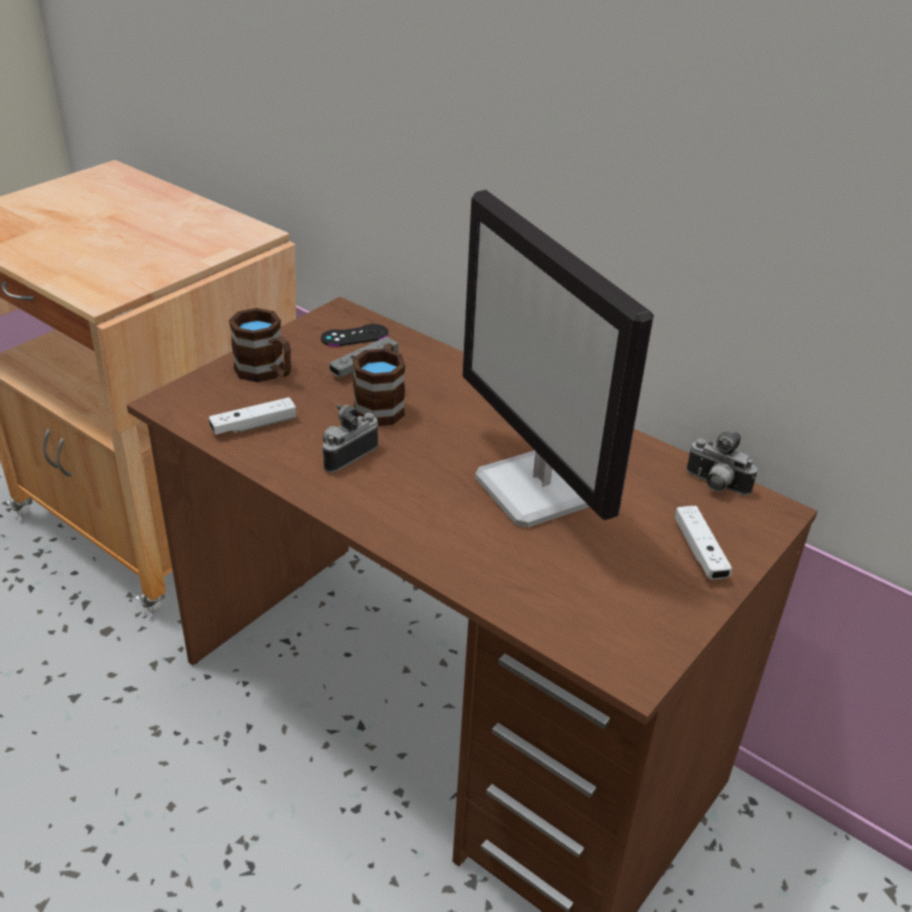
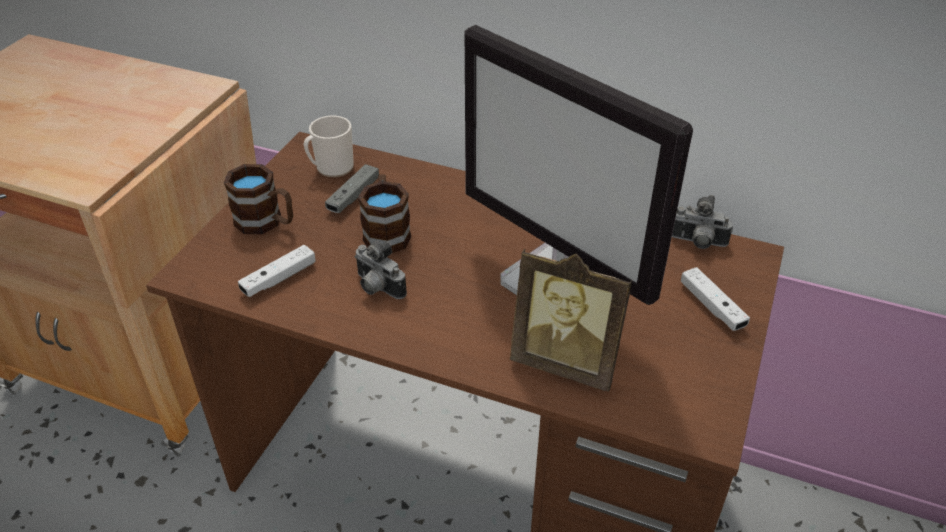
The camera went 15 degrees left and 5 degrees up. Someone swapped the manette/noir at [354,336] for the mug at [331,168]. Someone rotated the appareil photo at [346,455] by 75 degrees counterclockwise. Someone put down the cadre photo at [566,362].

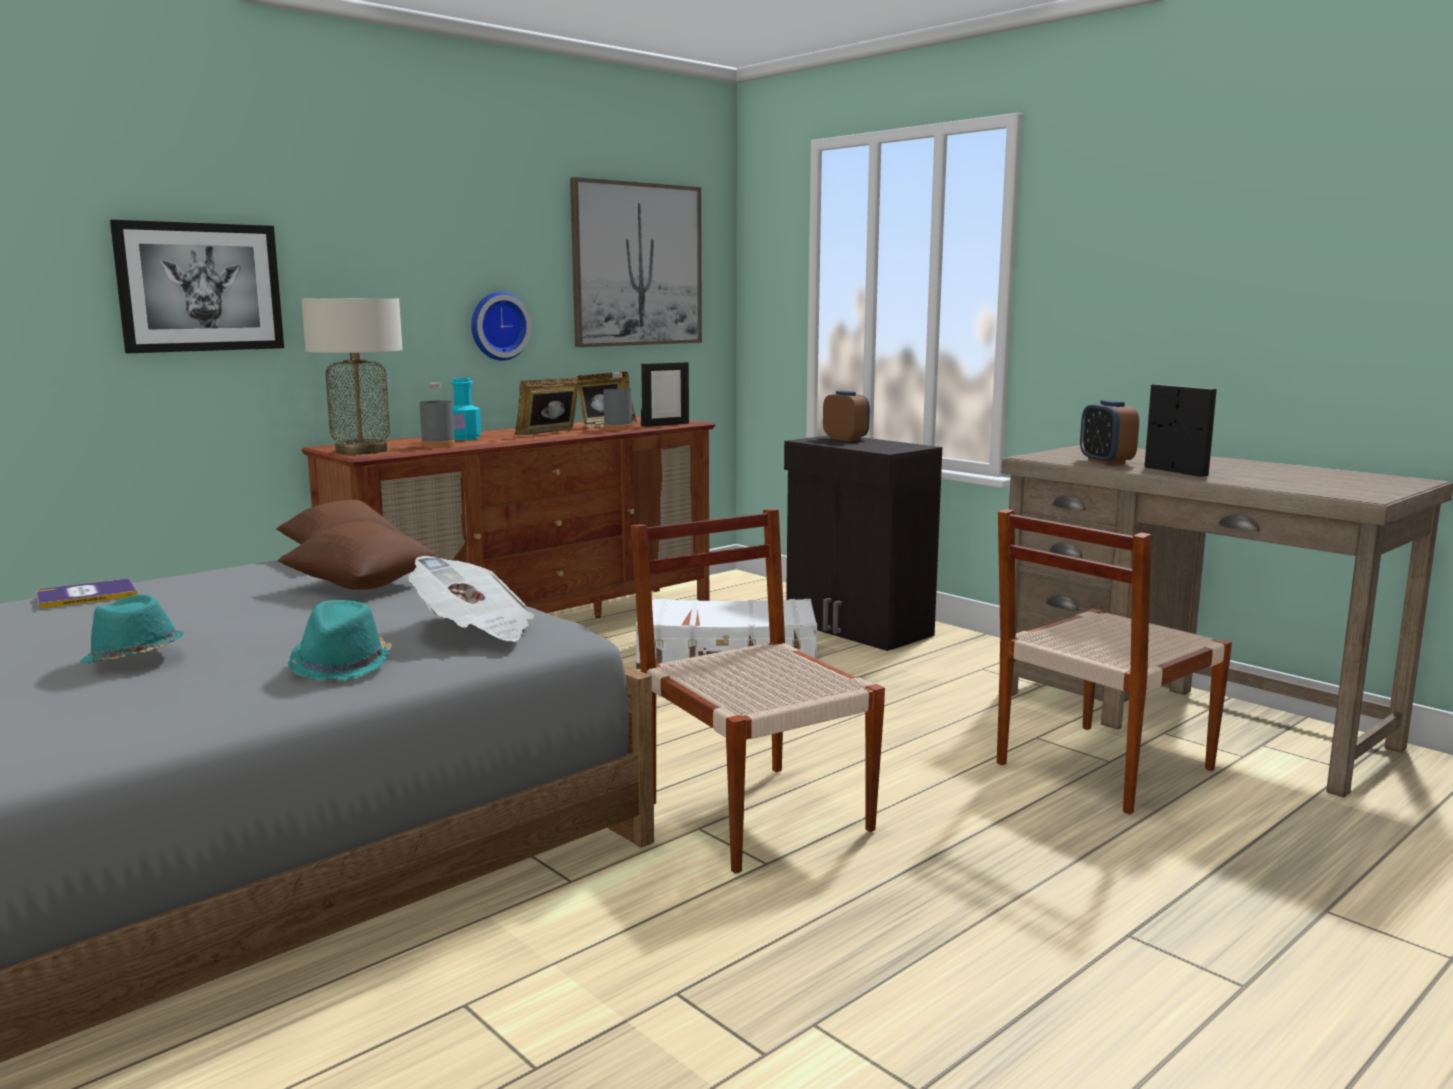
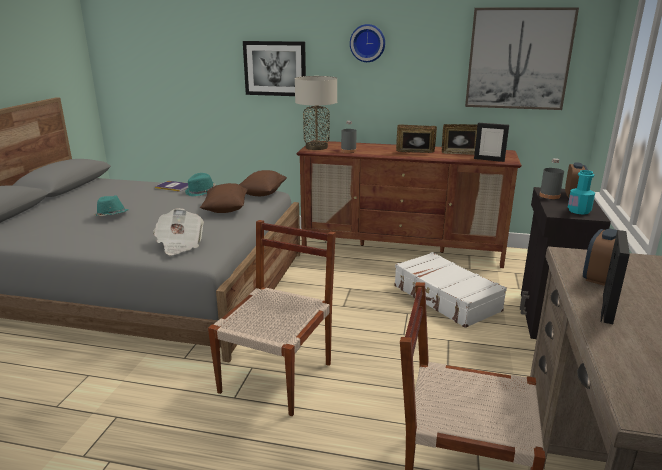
The camera went 55 degrees right and 10 degrees up. Someone carried the chapeau/turquoise from [342,664] to [201,192]. Someone carried the horloge murale from [498,326] to [367,43]. Someone carried the bouteille/gris from [618,428] to [549,195]. Someone carried the bouteille/turquoise from [464,438] to [579,211].

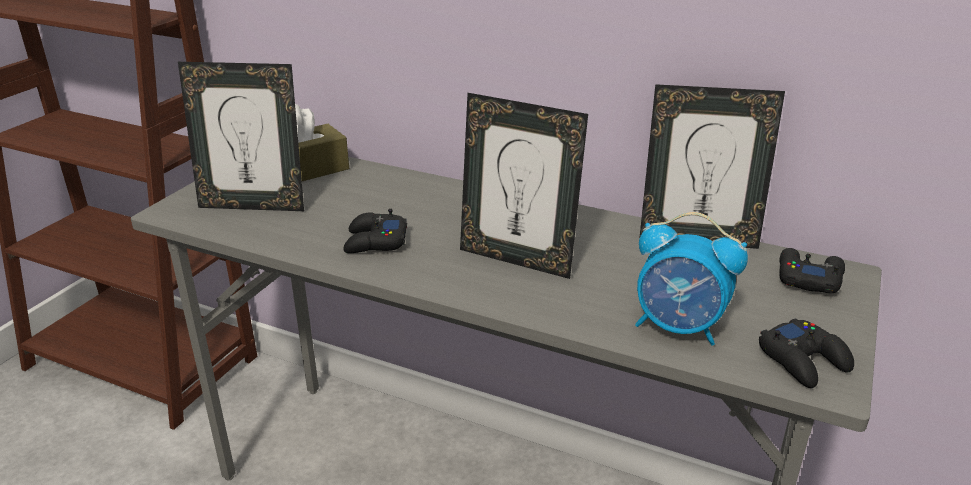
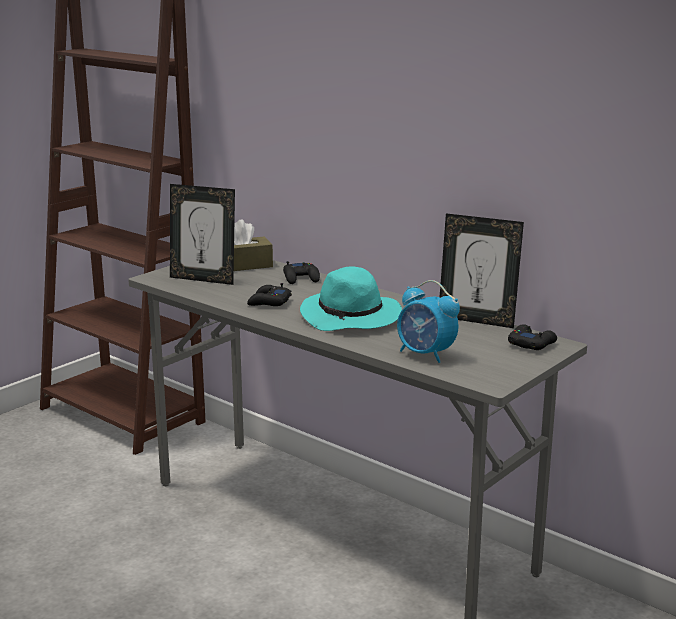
The camera went 15 degrees right and 10 degrees down. Someone carried the manette/noir from [804,360] to [301,278]. Someone swapped the cadre photo at [517,259] for the chapeau/turquoise at [351,318].

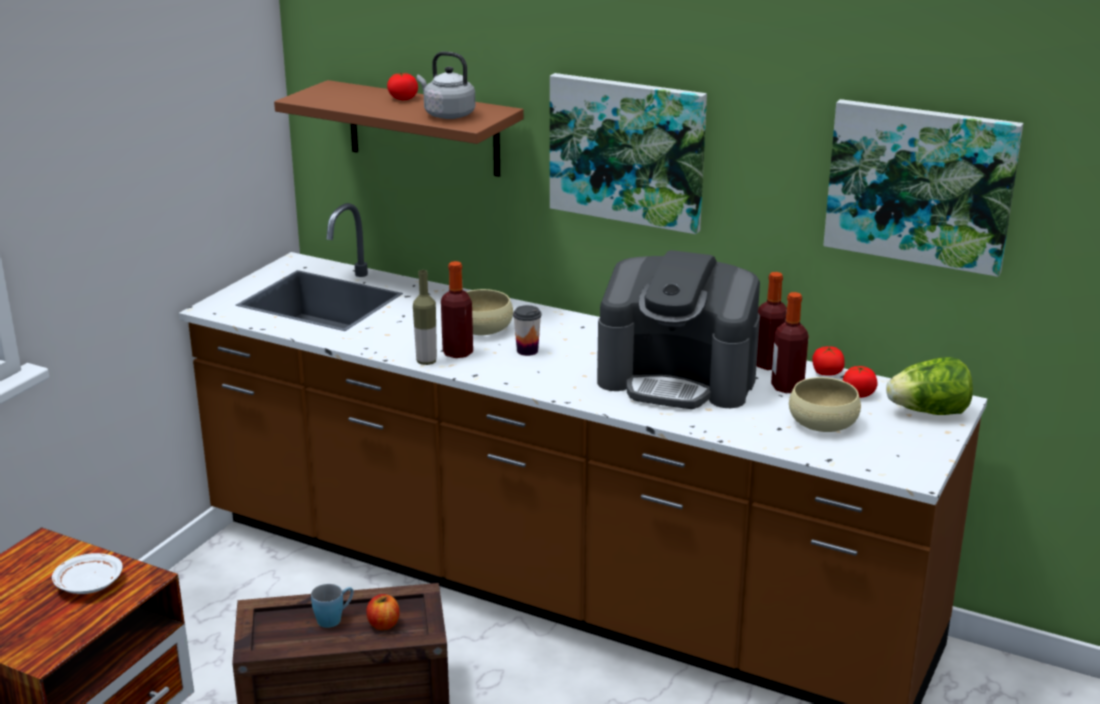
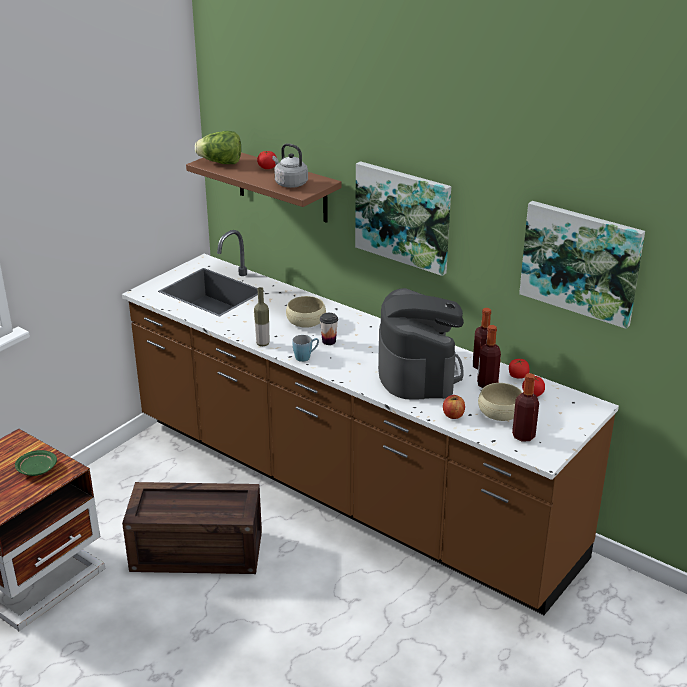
The camera went 10 degrees right and 5 degrees up. Someone repainted the assiette/blanc at [88,584], which became the assiette/vert at [36,469]. Someone carried the laitue from [928,412] to [221,163]. Someone carried the mug/bleu from [334,618] to [306,357]. Someone rotated the machine à café at [678,379] by 120 degrees counterclockwise. Someone carried the pomme from [383,624] to [453,415]. Someone carried the bouteille from [457,352] to [523,436].

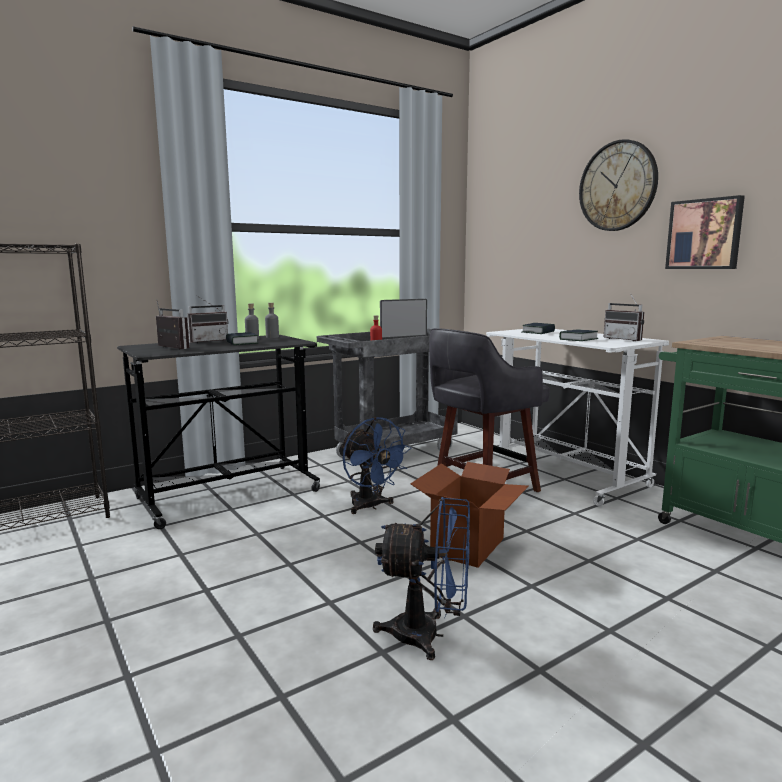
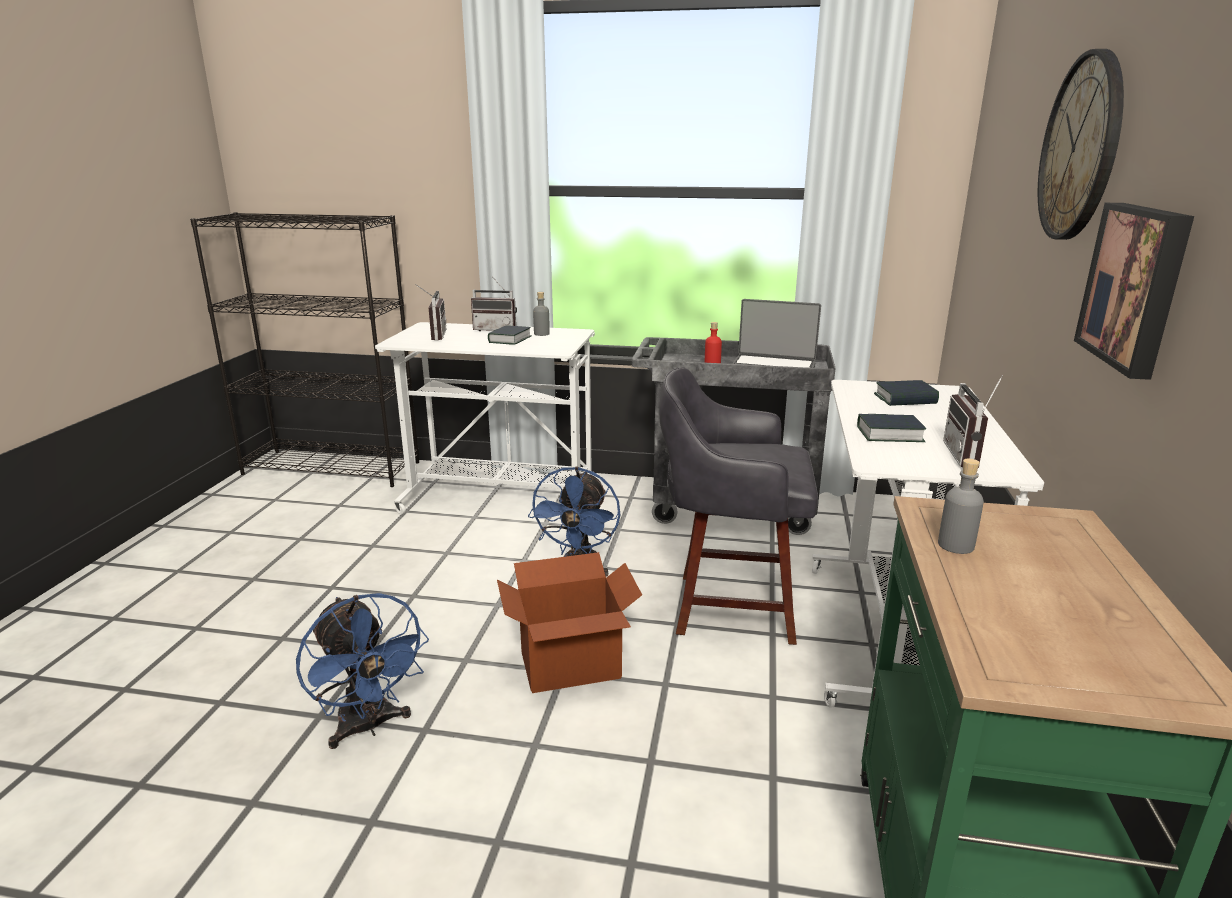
The camera went 45 degrees right and 10 degrees up. Someone repainted the bureau/noir at [228,494], which became the bureau/blanc at [499,499]. Someone carried the bouteille/gris from [272,337] to [955,545].

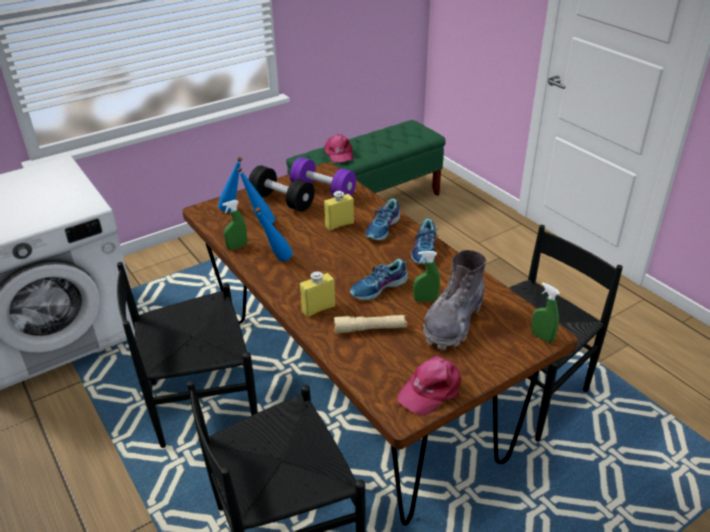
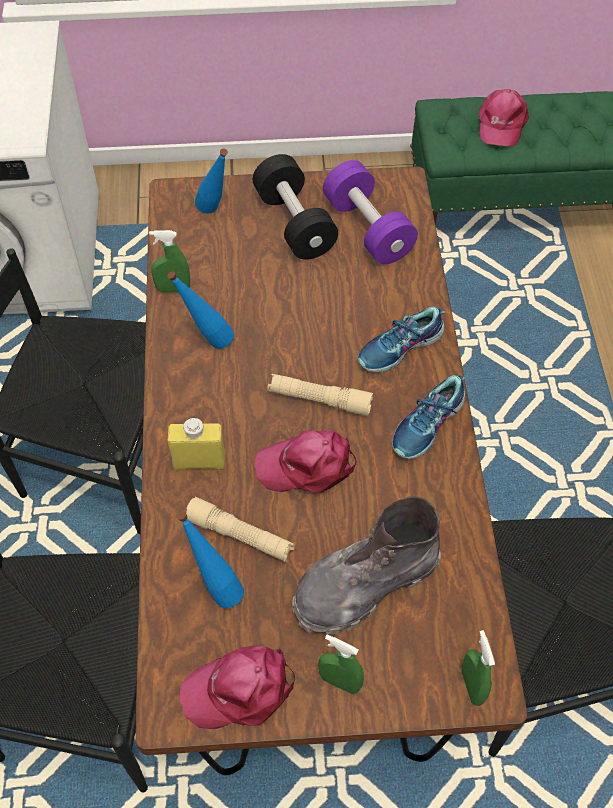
The camera went 30 degrees right and 20 degrees up. Someone carried the bouteille/bleu from [259,224] to [215,587]. Someone swapped the chaussure at [379,288] for the casquette/rose at [307,465]. Someone put down the lampe de poche/beige at [319,399]. Someone carried the vaporisateur/vert from [425,300] to [340,682]. Someone took away the bouteille/jaune at [339,224].

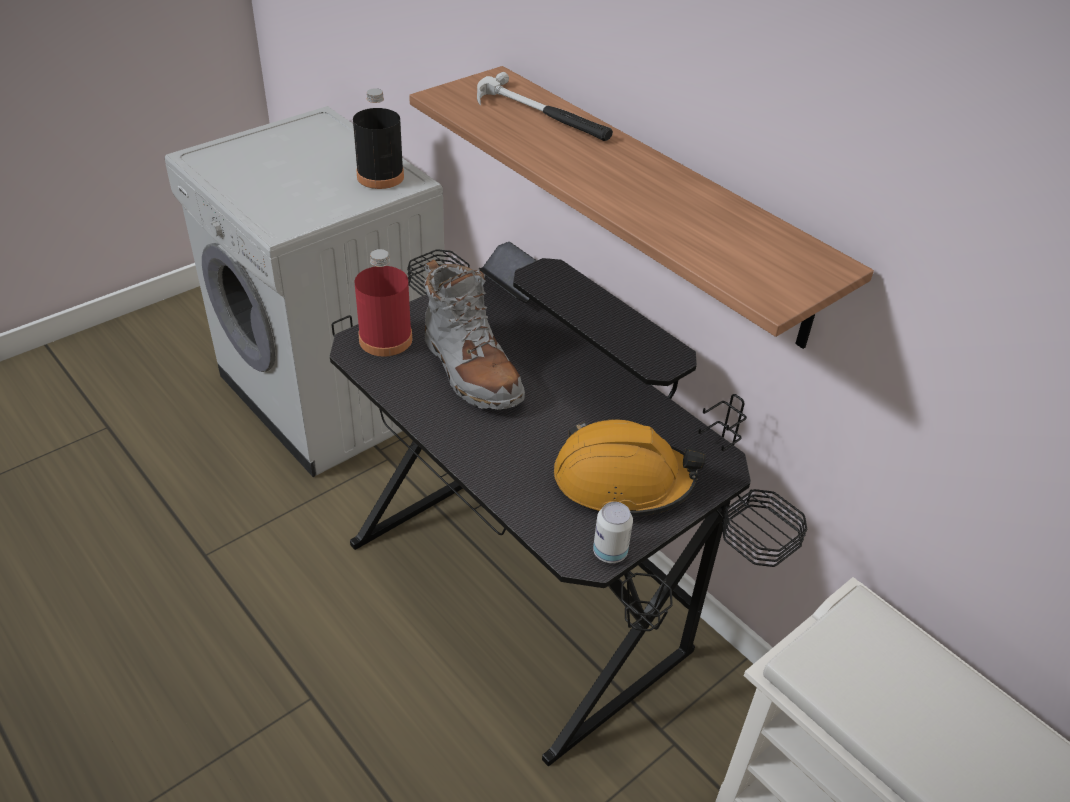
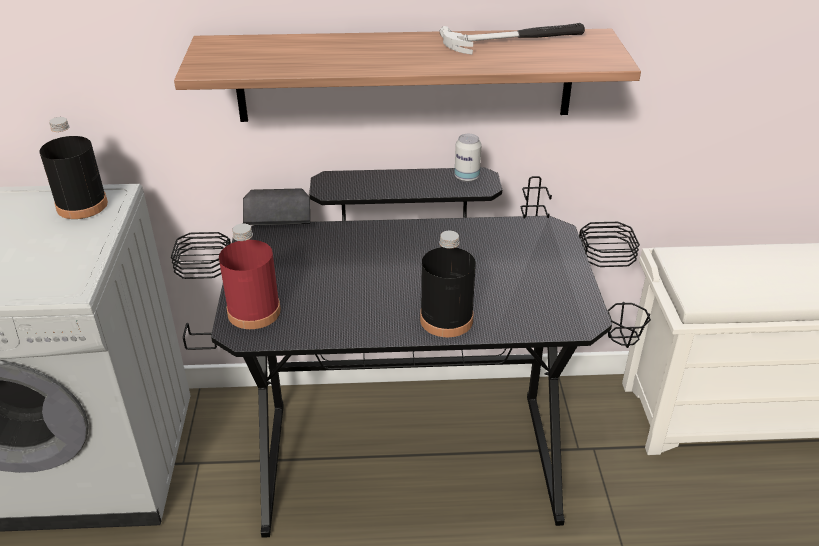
The camera went 50 degrees left and 5 degrees down. Someone put down the bouteille/noir at [446,319]. Someone carried the marteau from [542,115] to [514,40]. Someone carried the boîte métallique from [610,552] to [466,177]. Someone took away the botte/gris at [470,370]. Someone took away the casque de chantier/orange at [622,481].

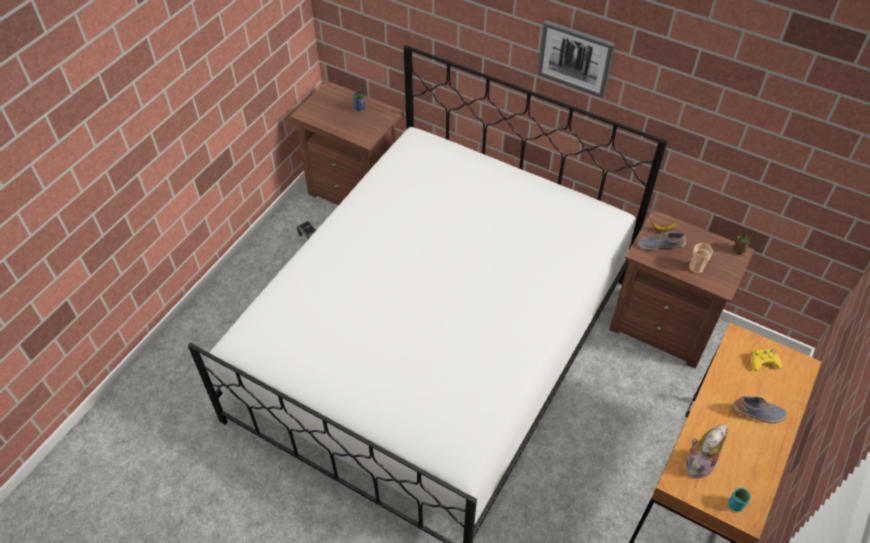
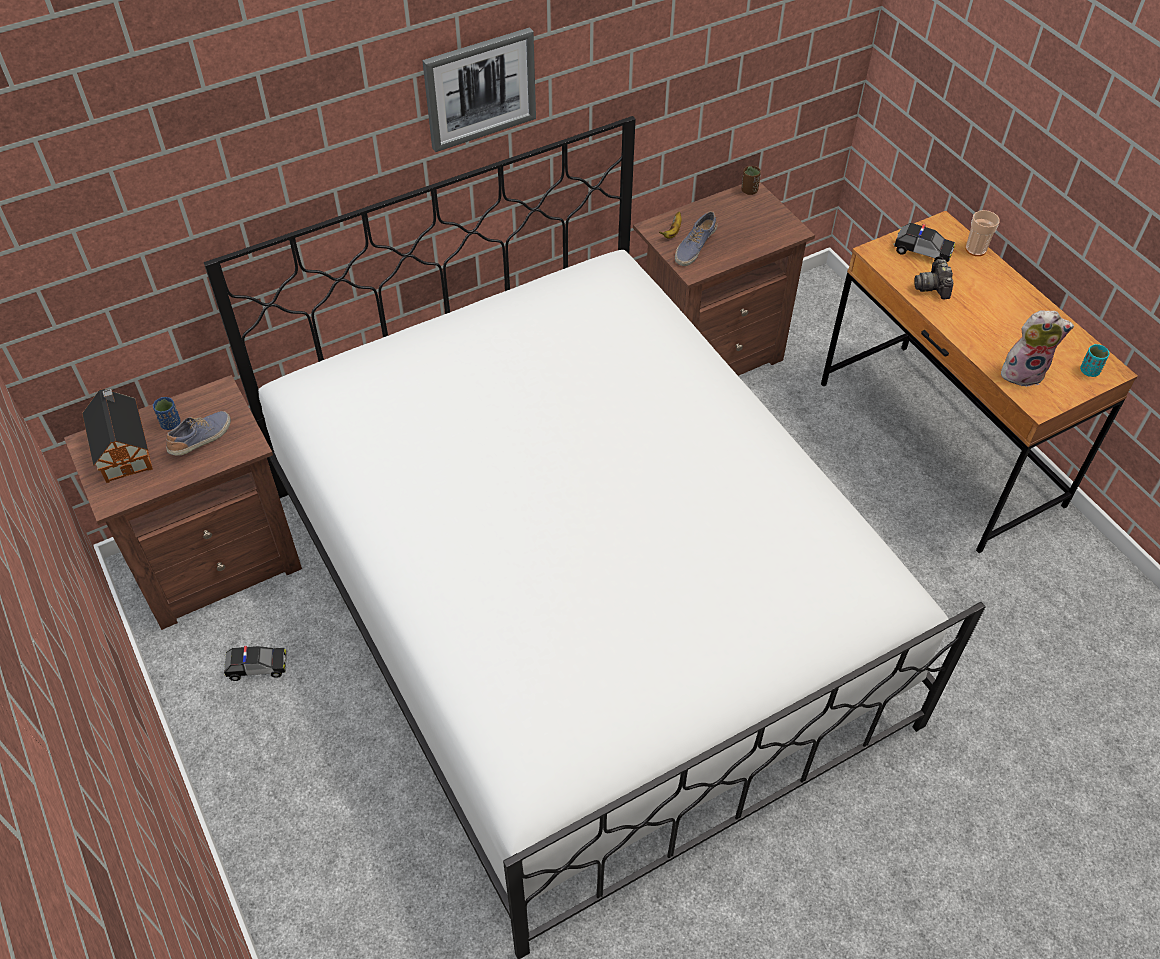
The camera went 60 degrees left and 0 degrees up. Someone put down the maison miniature at [124,448]. Someone carried the chaussure from [758,414] to [202,439]. Someone swapped the manette/jaune at [763,362] for the petite voiture at [921,251]. Someone put down the appareil photo at [933,287]. Someone carried the tasse from [696,267] to [975,249]. Someone rotated the peluche at [698,462] by 105 degrees clockwise.

